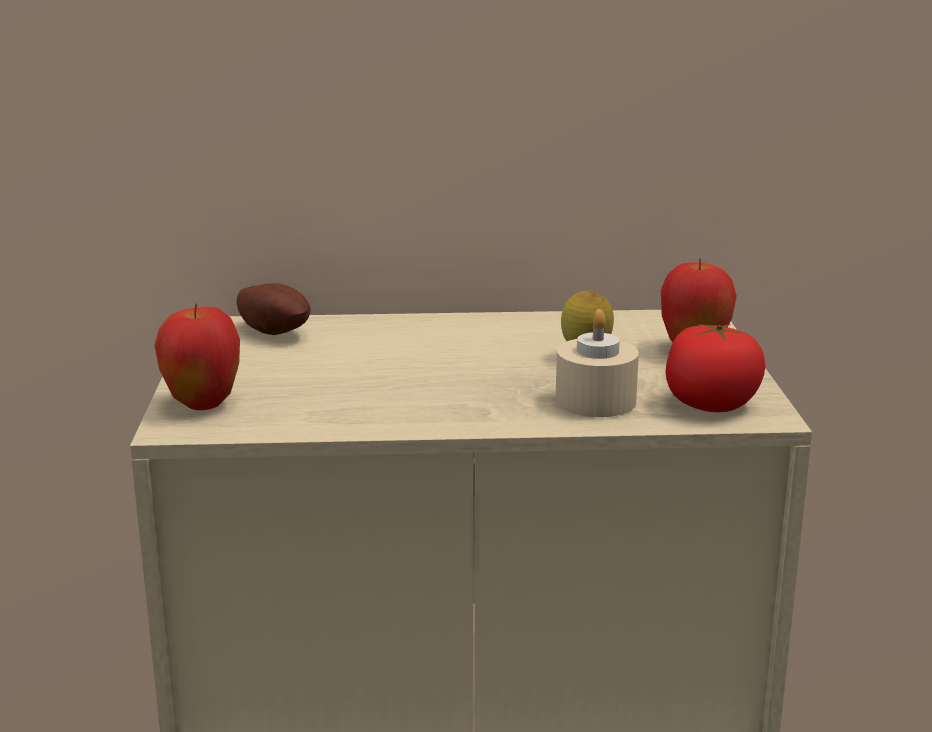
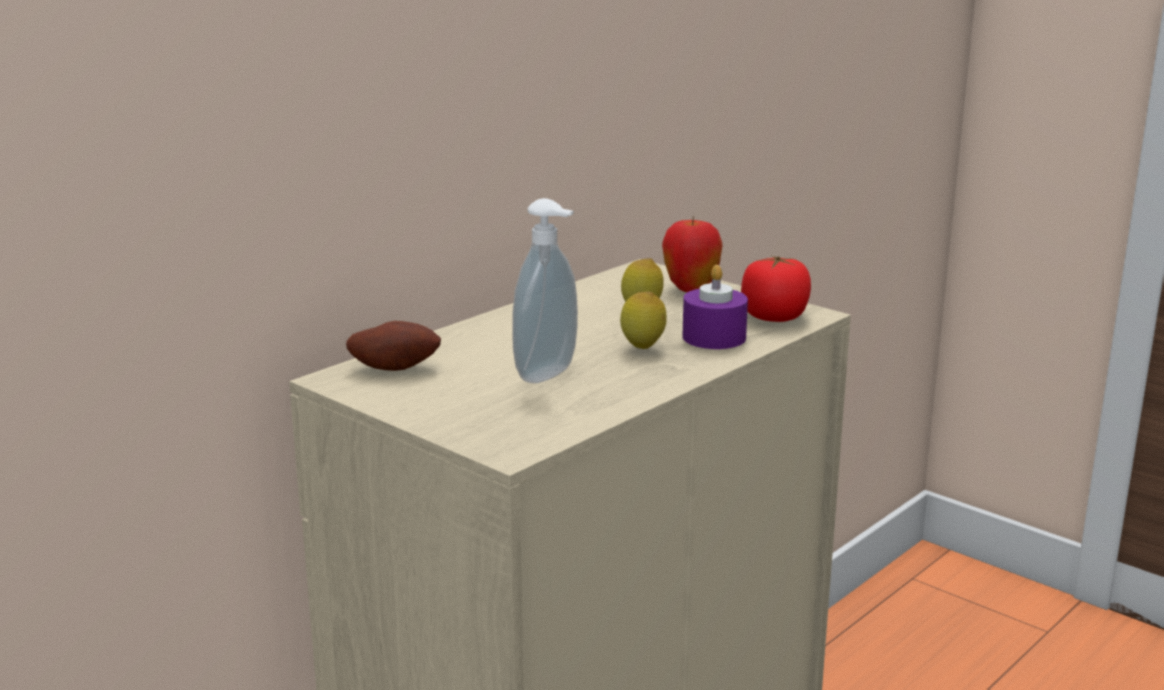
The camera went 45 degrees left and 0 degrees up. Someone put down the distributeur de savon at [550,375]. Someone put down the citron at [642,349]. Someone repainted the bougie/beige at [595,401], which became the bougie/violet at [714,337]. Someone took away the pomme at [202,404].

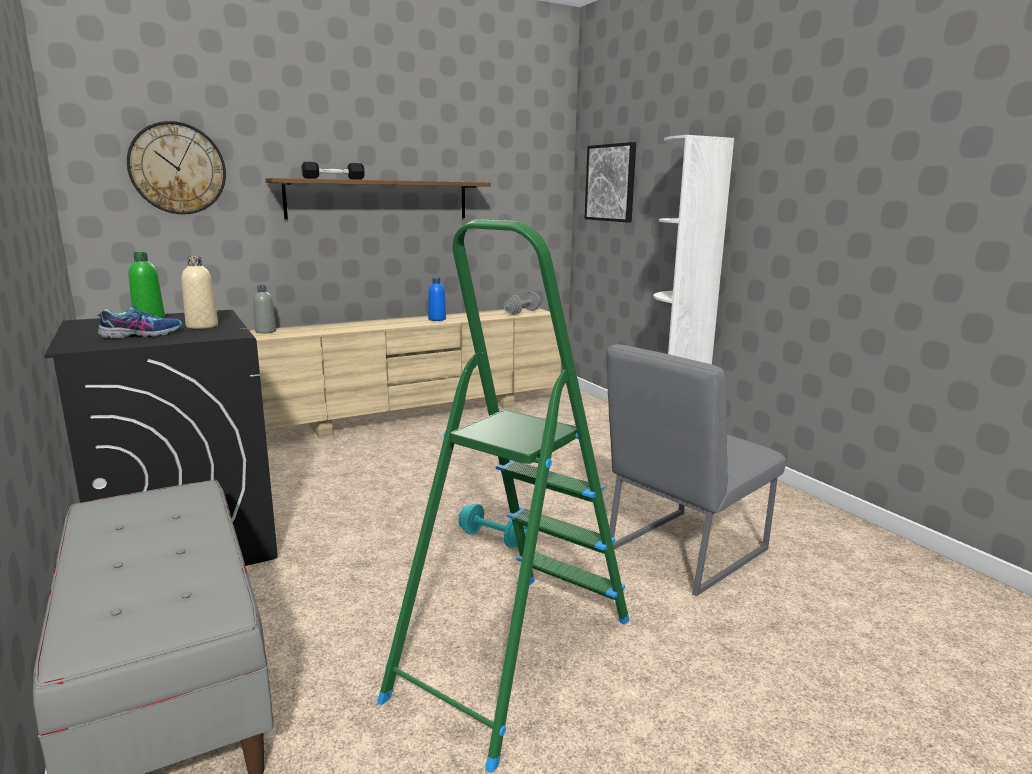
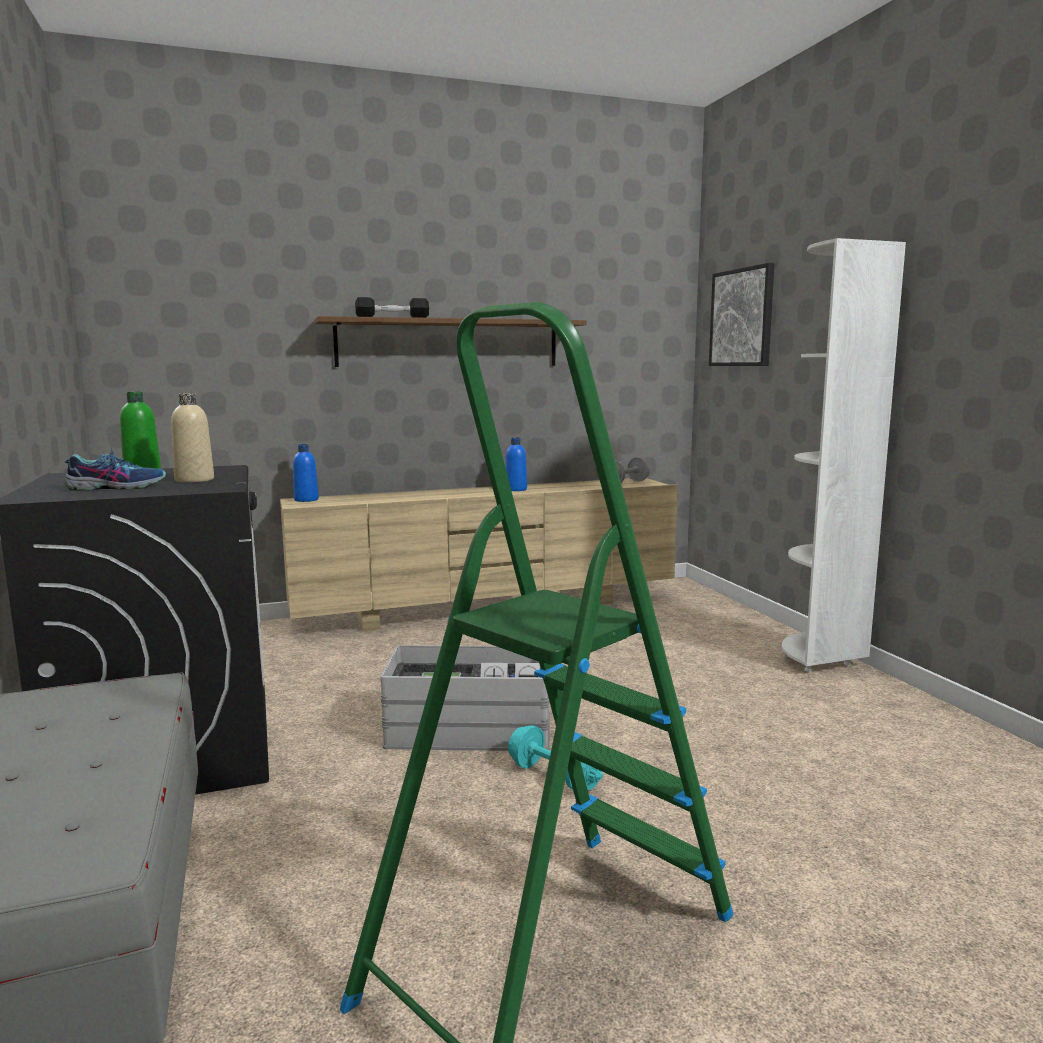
The camera went 10 degrees right and 5 degrees down. Someone repainted the bouteille/gris at [265,331], which became the bouteille/bleu at [306,500]. Someone put down the boîte de rangement/gris at [470,728]. Someone took away the horloge murale at [177,168]. Someone took away the chaise/gris at [683,550].

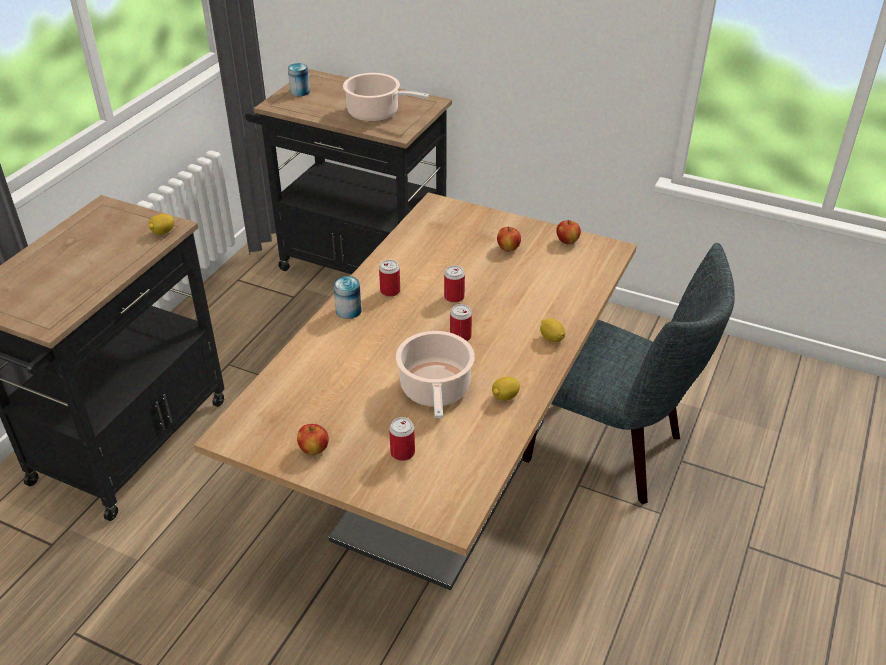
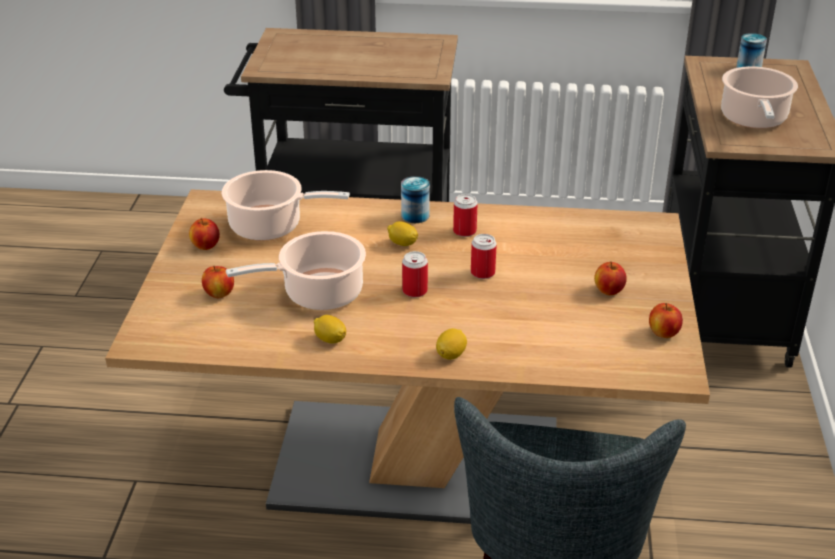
The camera went 70 degrees right and 5 degrees down. Someone swapped the boîte métallique at [402,452] for the pomme at [219,294]. Someone put down the marmite at [270,226]. Someone carried the citron from [163,232] to [402,243].

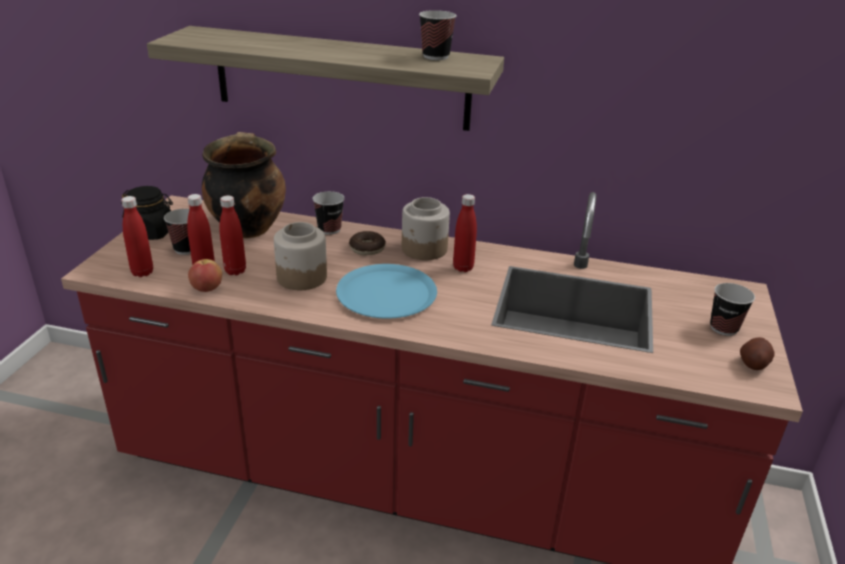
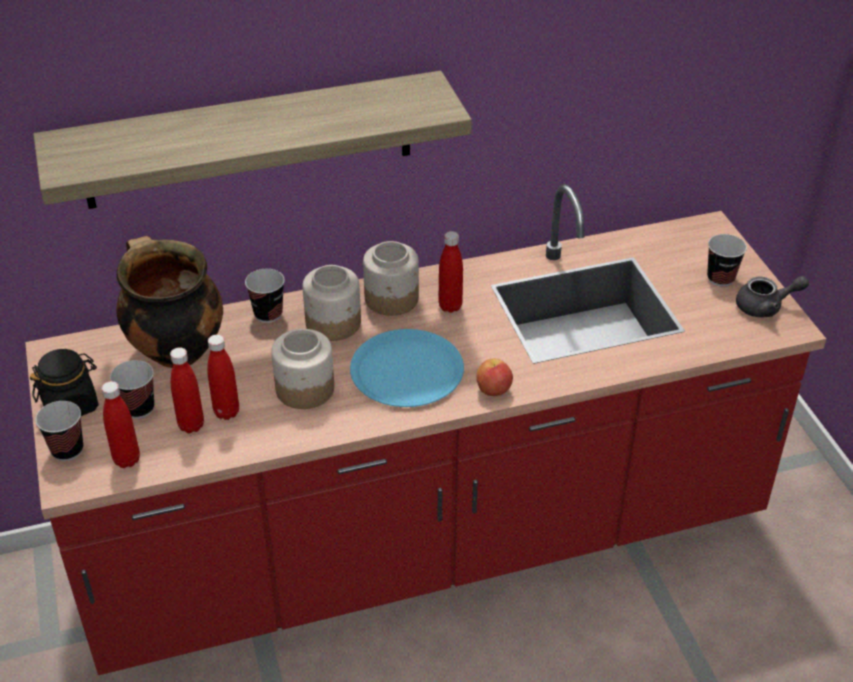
The camera went 30 degrees left and 10 degrees up. Someone carried the tasse from [435,56] to [67,450]. Someone swapped the beignet at [367,249] for the bocal at [334,323]. Someone carried the pomme from [207,289] to [493,390]. Someone swapped the pomme de terre at [753,363] for the théière/gris at [765,307].

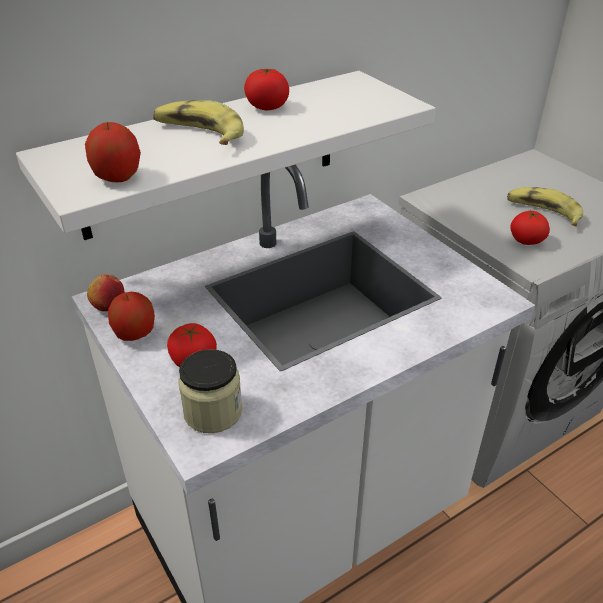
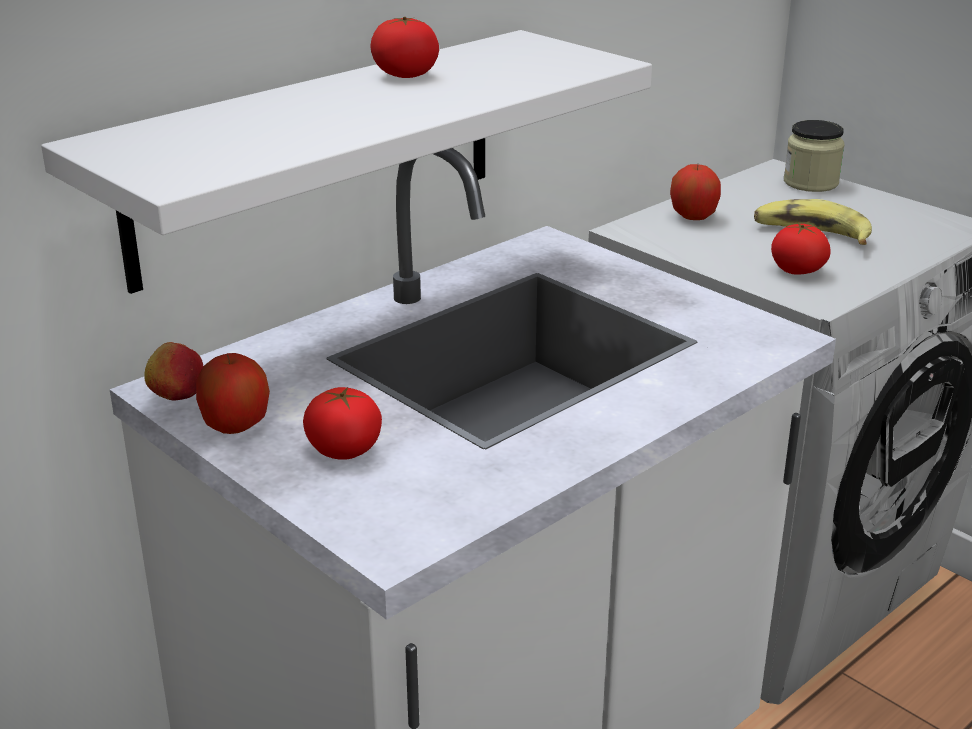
The camera went 10 degrees left and 10 degrees down. Someone carried the pomme from [118,177] to [693,217]. Someone carried the bocal from [213,412] to [810,183]. Someone took away the banane at [199,133].

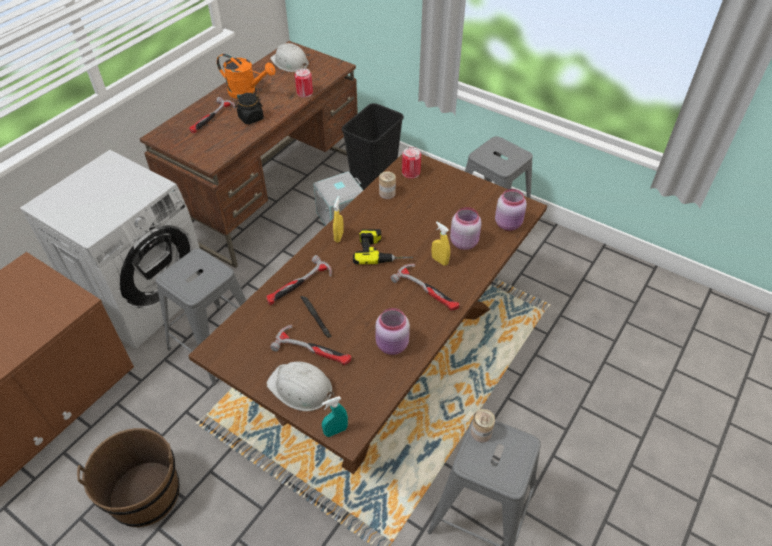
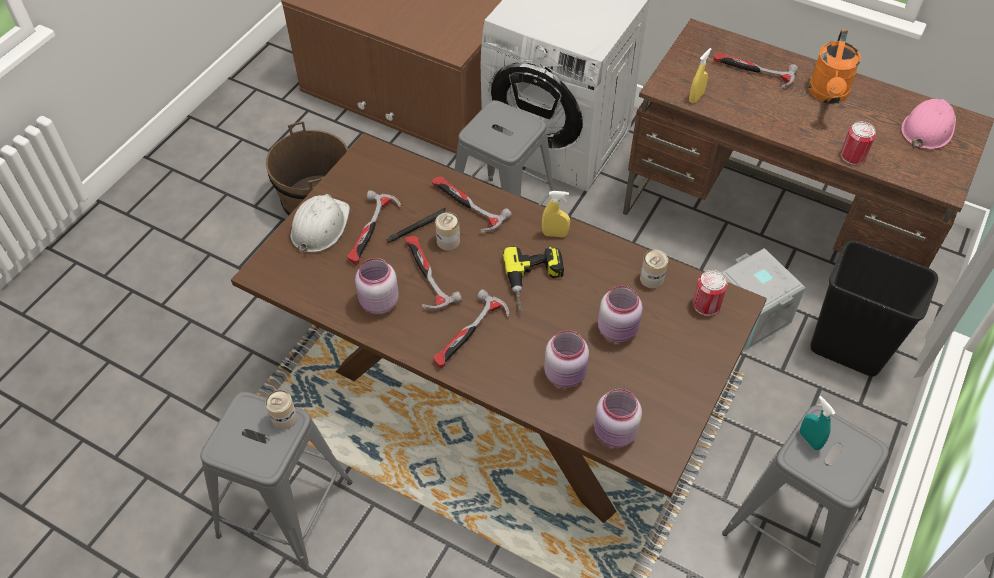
The camera went 85 degrees right and 5 degrees up. Someone put down the marteau at [425,275]. Someone put down the boîte métallique at [448,241]. Someone put down the bocal/rose at [618,330]. Someone carried the vaporisateur/jaune from [439,260] to [696,97]. Someone carried the vaporisateur/turquoise from [335,431] to [809,440]. Someone repainted the casque de chantier/blanc at [290,63], which became the casque de chantier/rose at [927,128]. Someone took away the bocal/noir at [251,118].

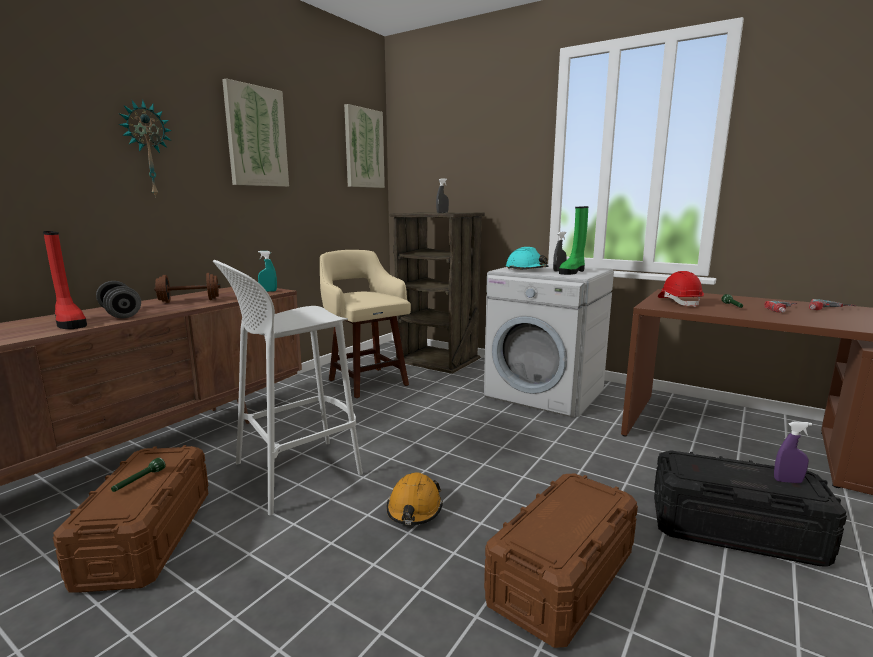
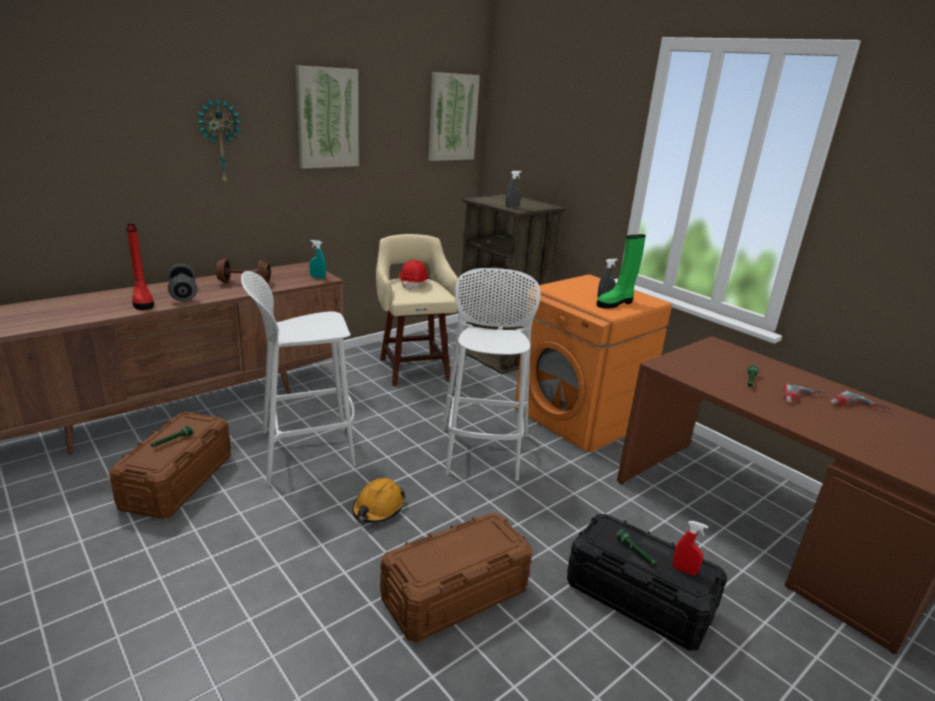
The camera went 15 degrees right and 10 degrees up. Someone carried the casque de chantier/rouge from [679,302] to [414,284]. Someone put down the tabouret/blanc at [483,451]. Someone repainted the lave-linge/blanc at [543,393], which became the lave-linge/orange at [577,417]. Someone put down the lampe de poche/vert at [636,553]. Someone repainted the vaporisateur/violet at [788,481], which became the vaporisateur/rouge at [684,570]. Someone took away the casque de chantier/turquoise at [526,270].

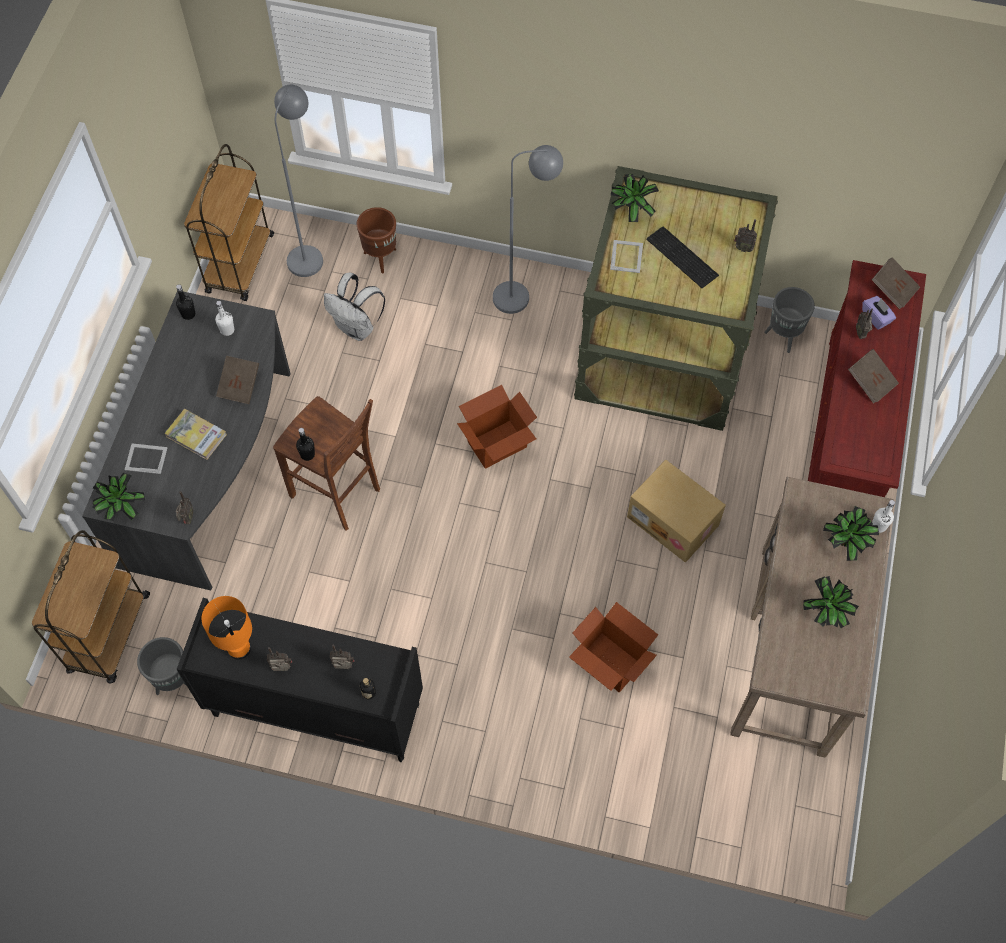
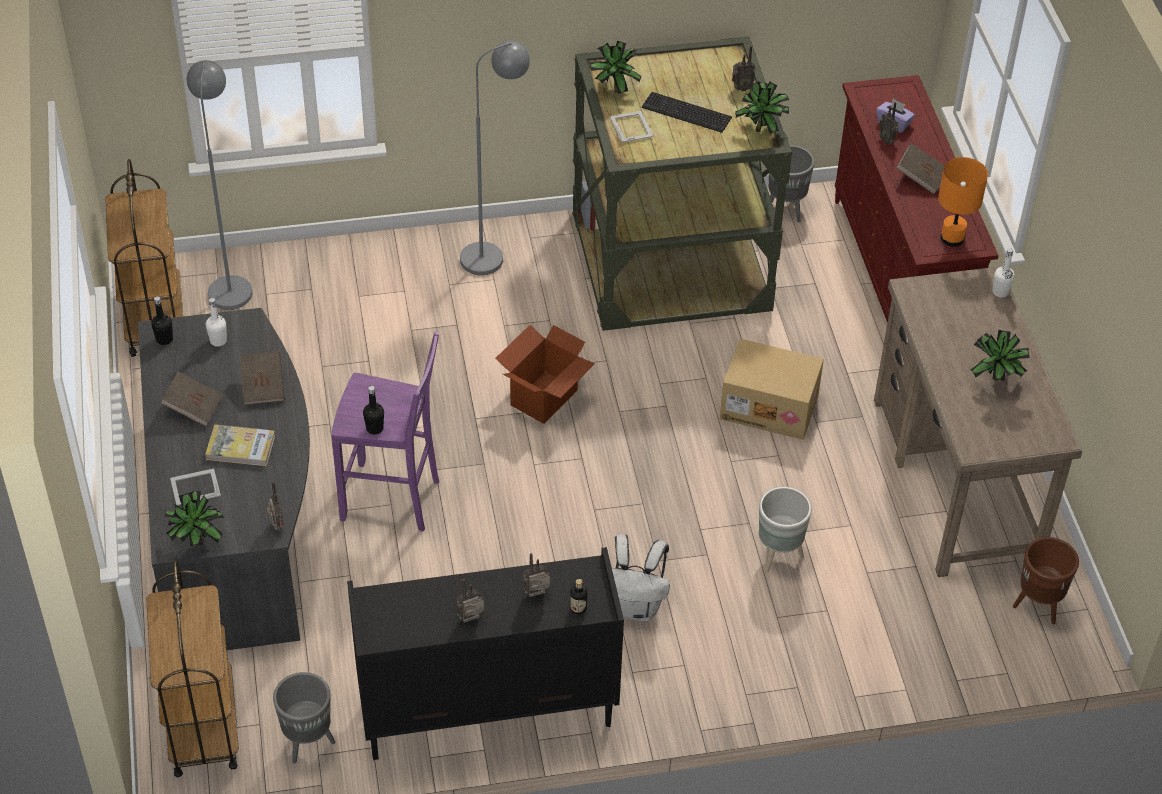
The camera went 25 degrees left and 15 degrees down. Someone carried the livre/marron from [893,289] to [193,407]. Someone repainted the tabouret/marron at [337,493], which became the tabouret/violet at [393,500]. Someone carried the sac à dos/blanc from [357,328] to [634,607]. Someone carried the plante en pot from [846,545] to [762,130]. Someone swapped the carton at [610,663] for the cache-pot/gris at [779,556]. Someone carried the lampe de table/orange from [239,648] to [952,238]. Someone carried the cache-pot/marron from [380,258] to [1037,607].

